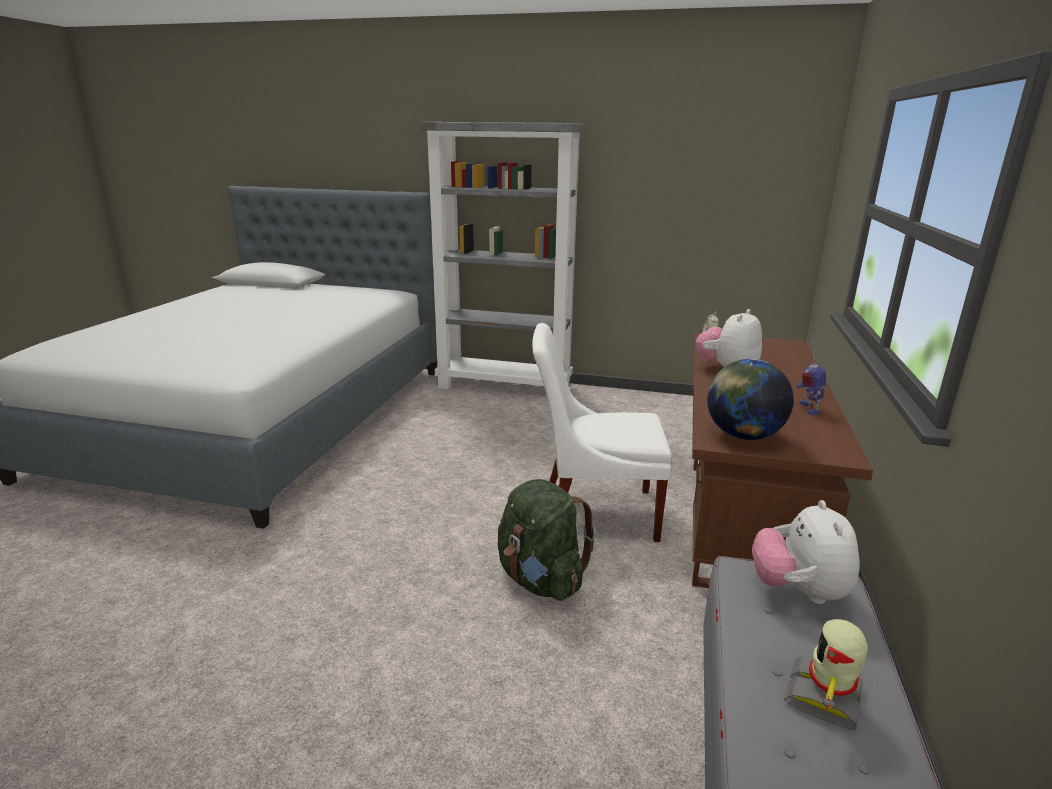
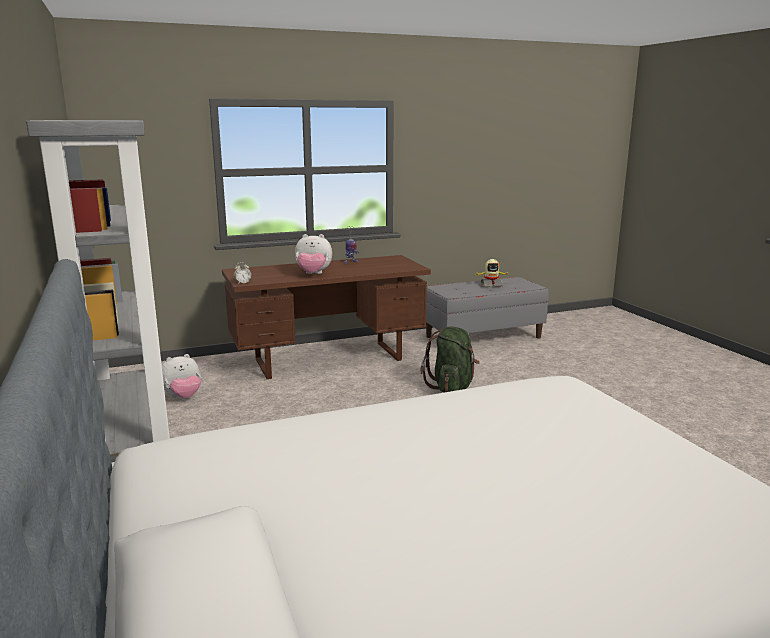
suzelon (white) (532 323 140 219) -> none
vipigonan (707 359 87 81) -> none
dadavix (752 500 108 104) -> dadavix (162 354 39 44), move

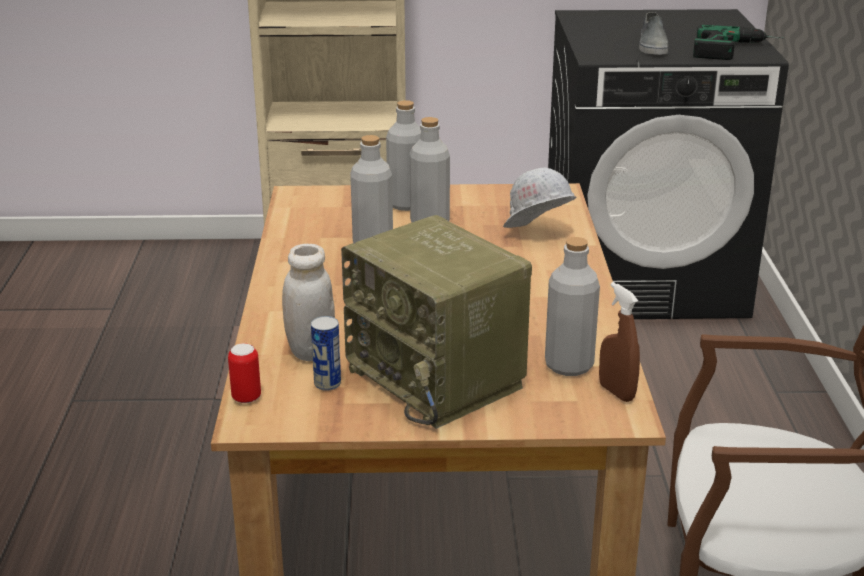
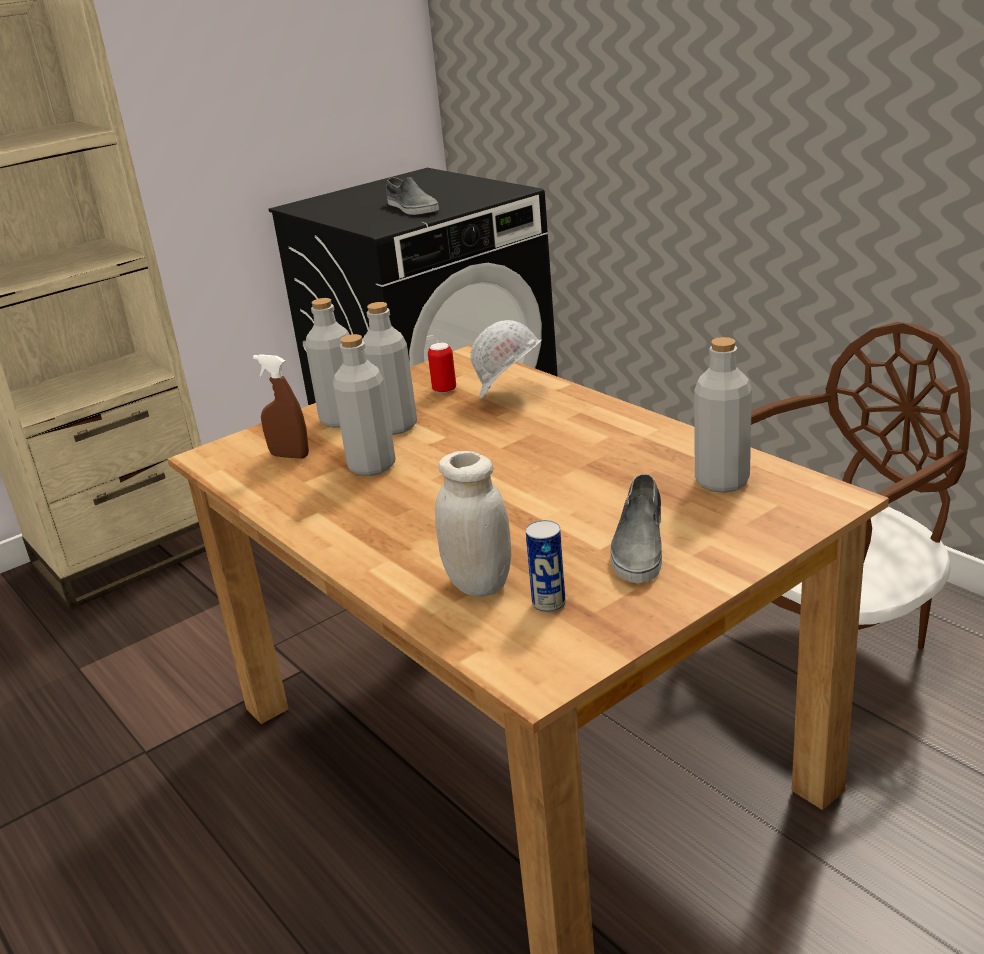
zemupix (693 25 90 35) -> none
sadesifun (228 343 33 60) -> sadesifun (428 343 28 51), move
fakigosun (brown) (599 282 41 120) -> fakigosun (brown) (253 354 56 105), move
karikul (341 215 191 214) -> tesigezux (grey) (610 474 52 109)

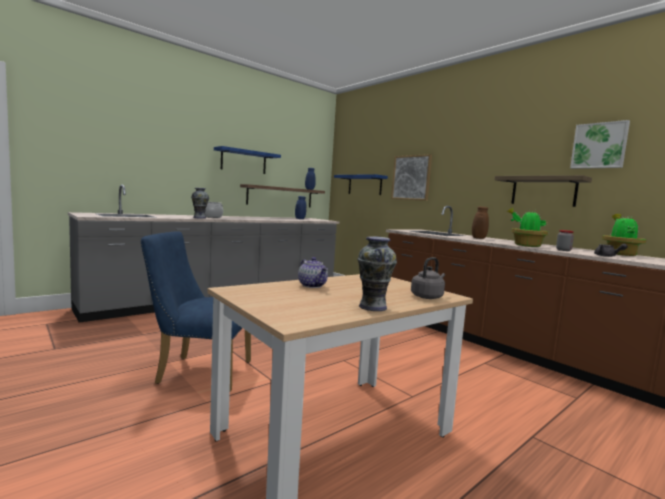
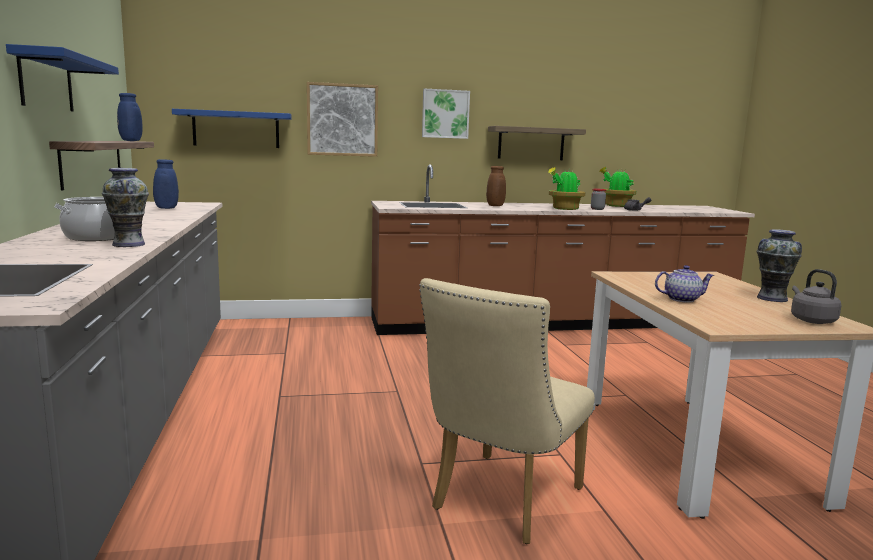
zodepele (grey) (411 257 34 42) -> zodepele (grey) (791 269 50 55), move
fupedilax (570 120 60 49) -> fupedilax (422 89 48 50), move
suzelon (blue) (140 231 111 161) -> suzelon (beige) (419 278 176 266)

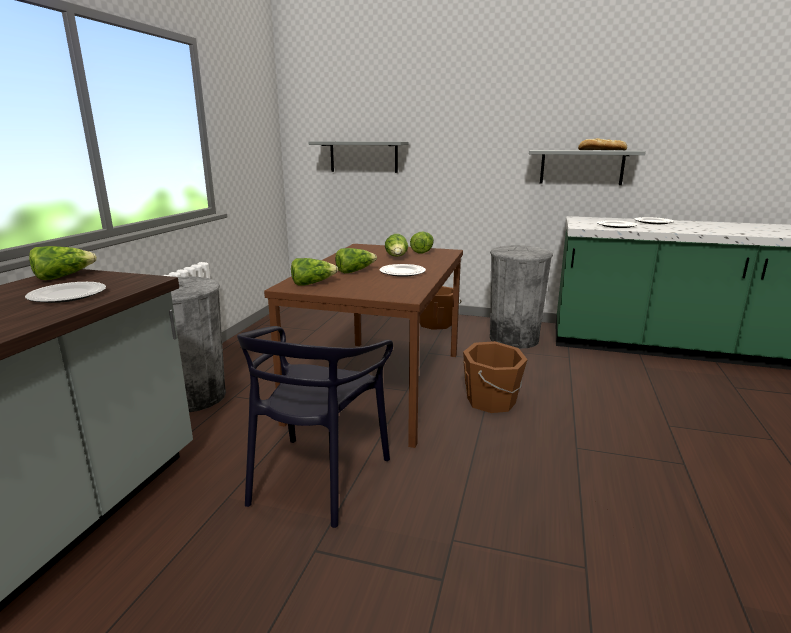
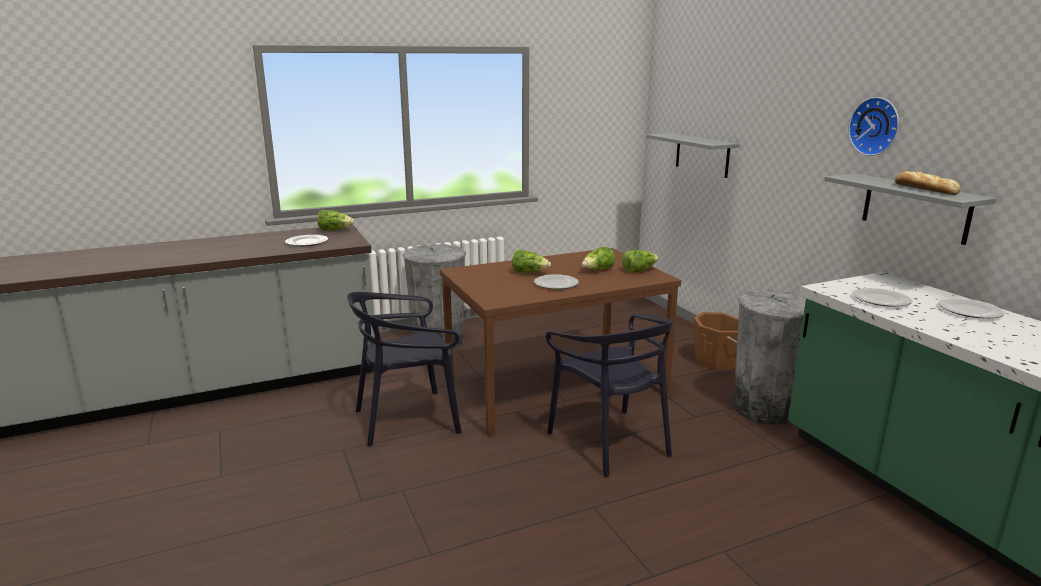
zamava (291 258 47 28) -> none
none -> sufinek (849 97 50 59)
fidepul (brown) (463 341 65 72) -> suzelon (black) (546 314 127 163)

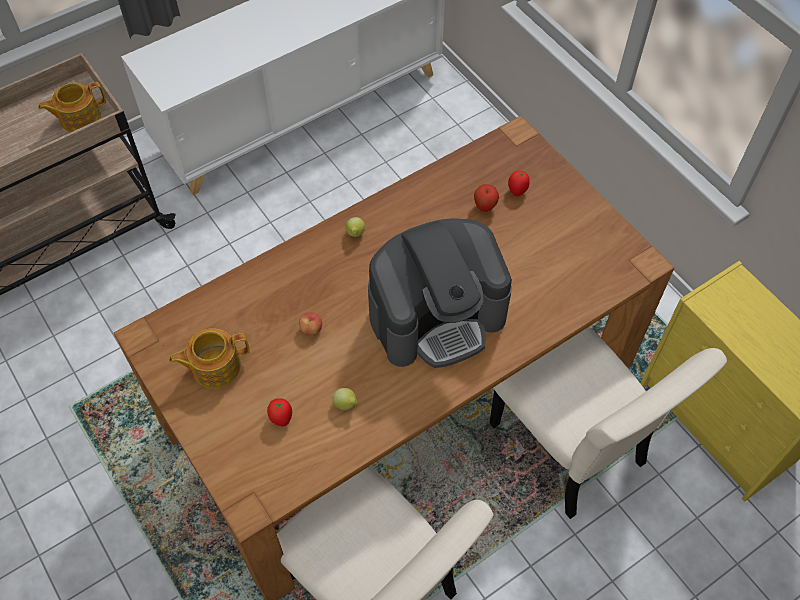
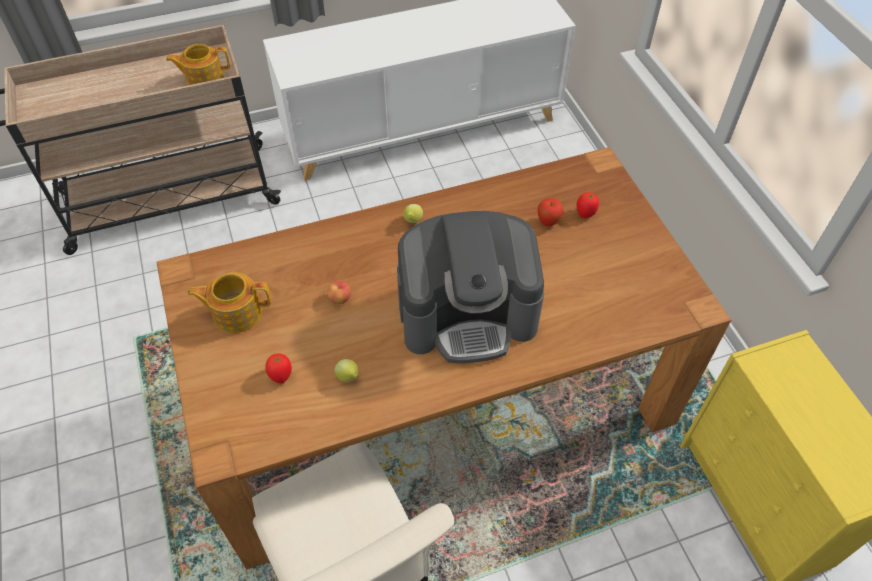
suzelon (beige) (489 327 238 192) -> none

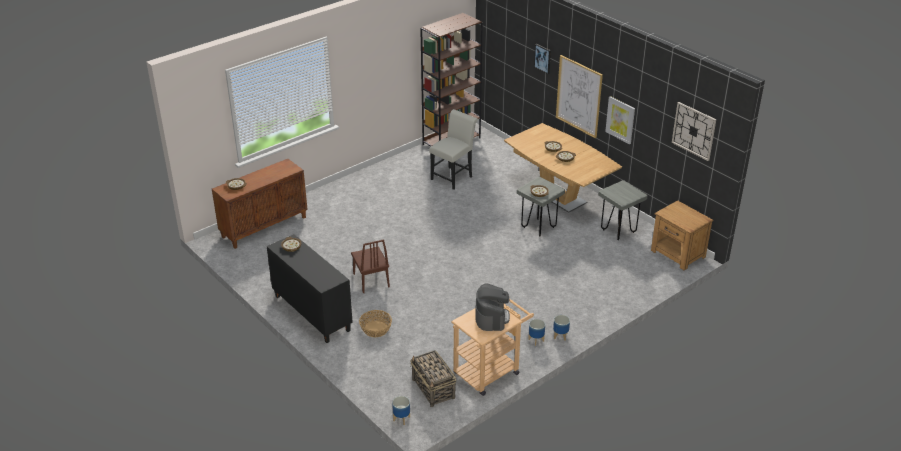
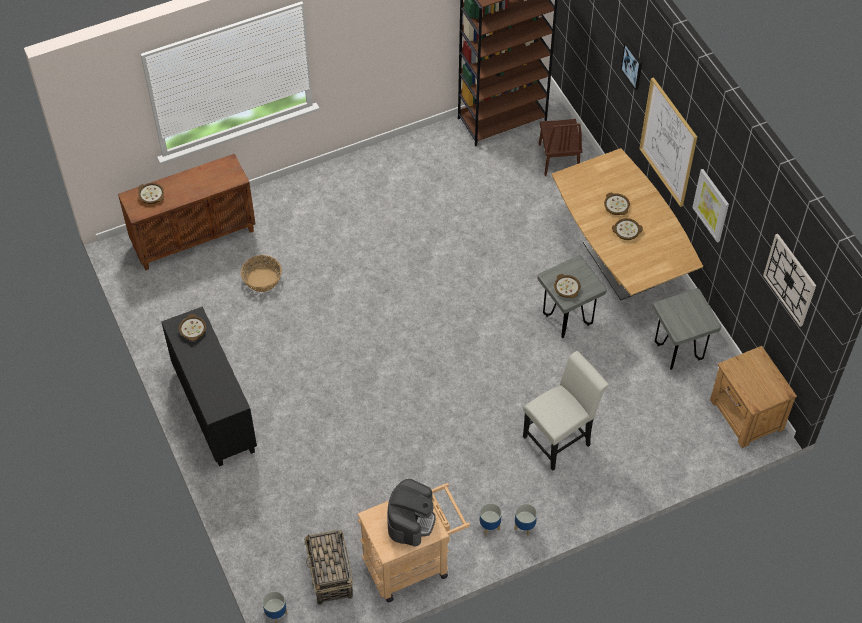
suzelon (brown) (351 239 39 54) -> suzelon (brown) (539 119 43 57), move
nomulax (359 310 33 27) -> nomulax (241 255 41 37), move
suzelon (white) (429 109 49 81) -> suzelon (white) (523 351 86 120), move

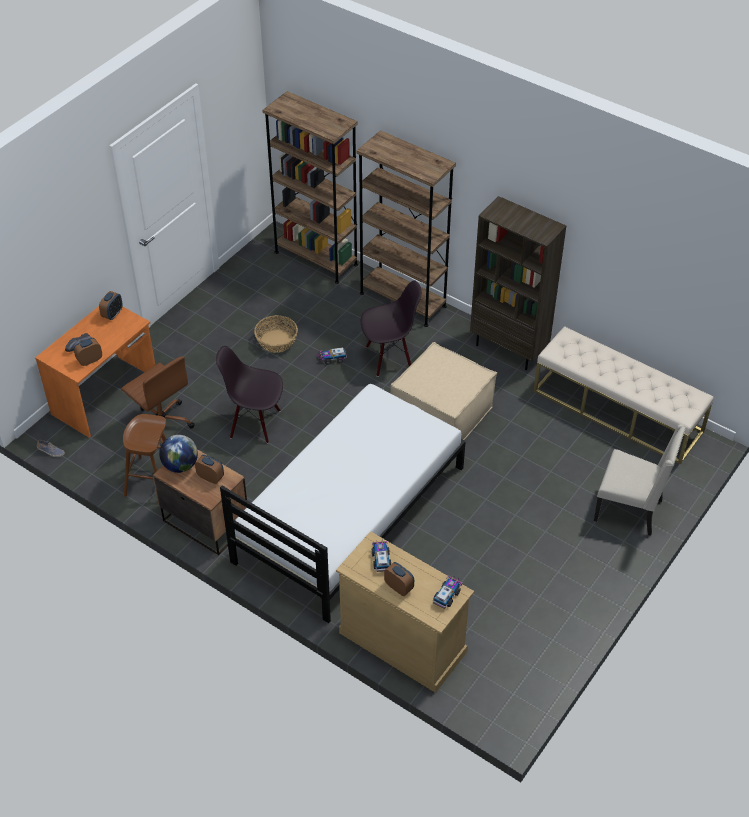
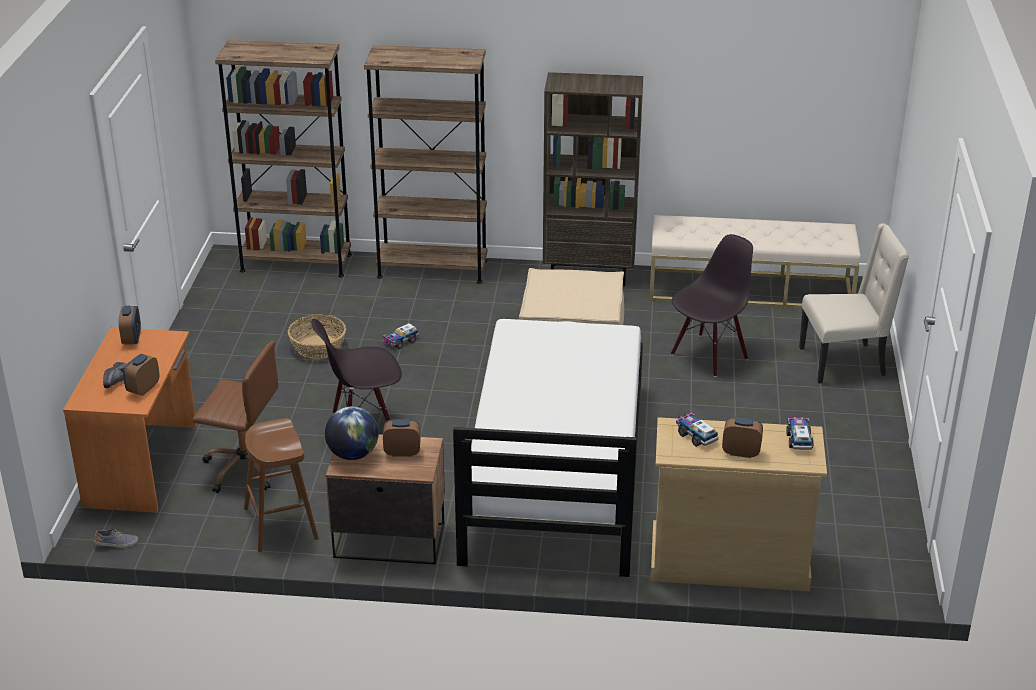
suzelon (black) (361 280 61 97) -> suzelon (black) (671 234 82 143), move

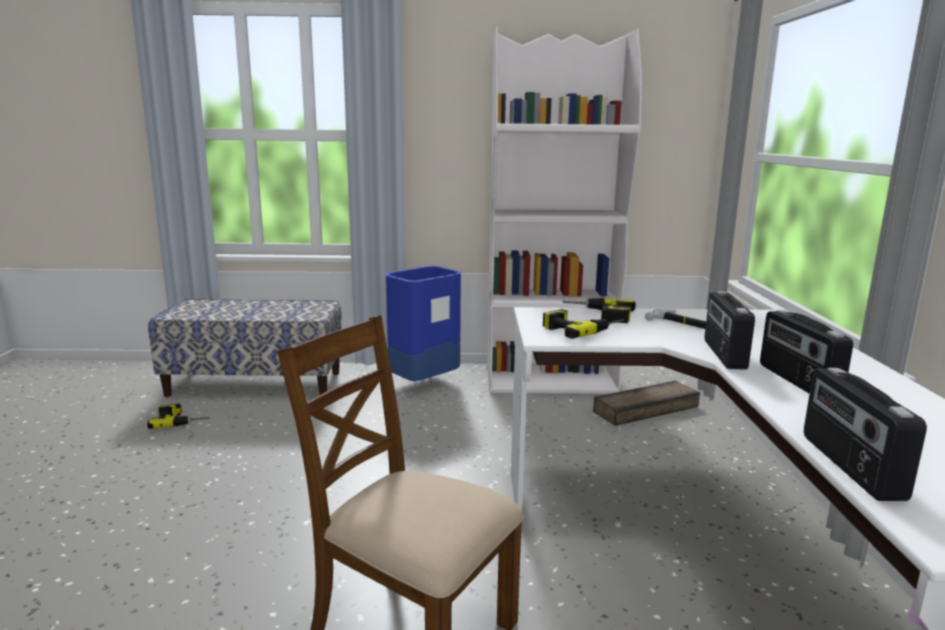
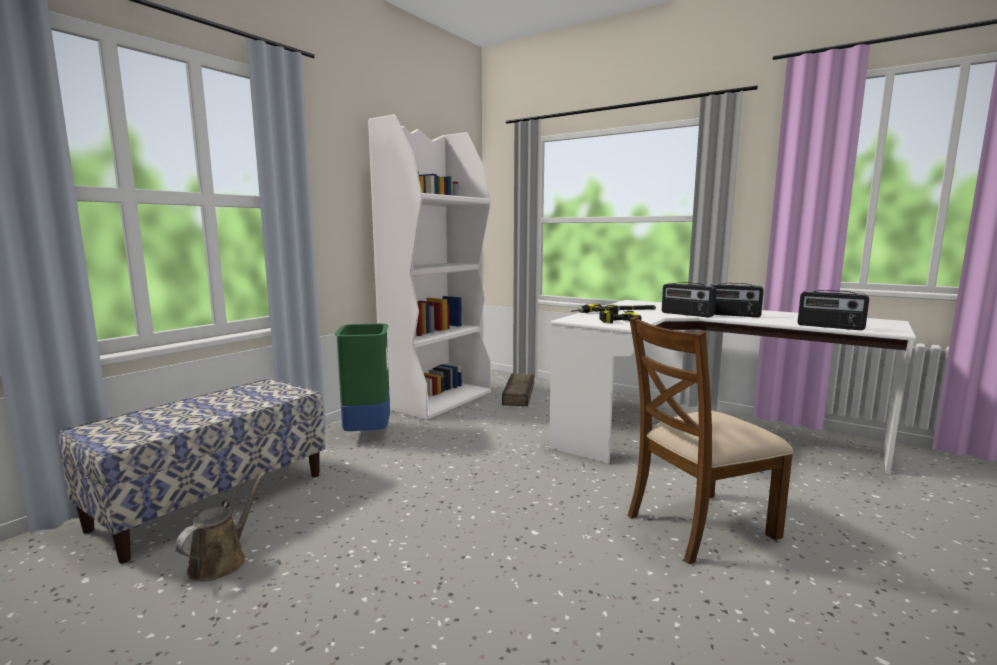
zemupix (147 403 63 26) -> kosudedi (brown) (176 472 90 109)
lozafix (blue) (384 266 79 115) -> lozafix (green) (334 323 56 108)

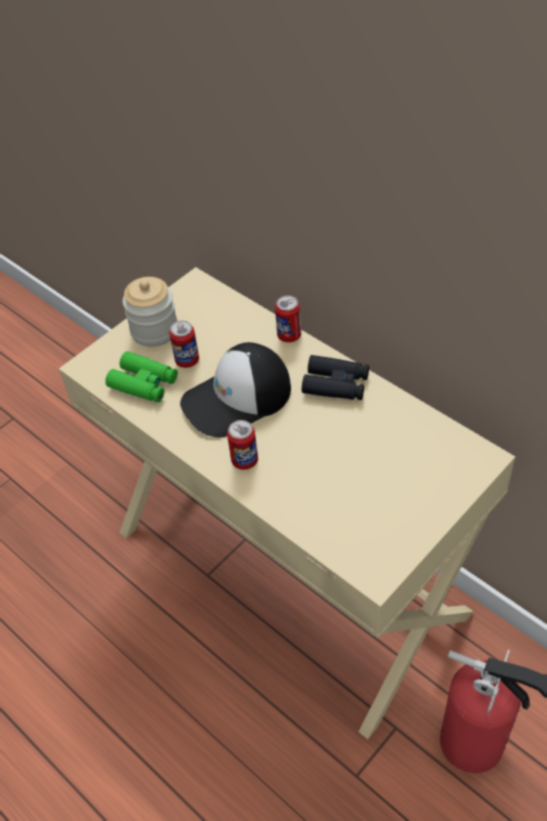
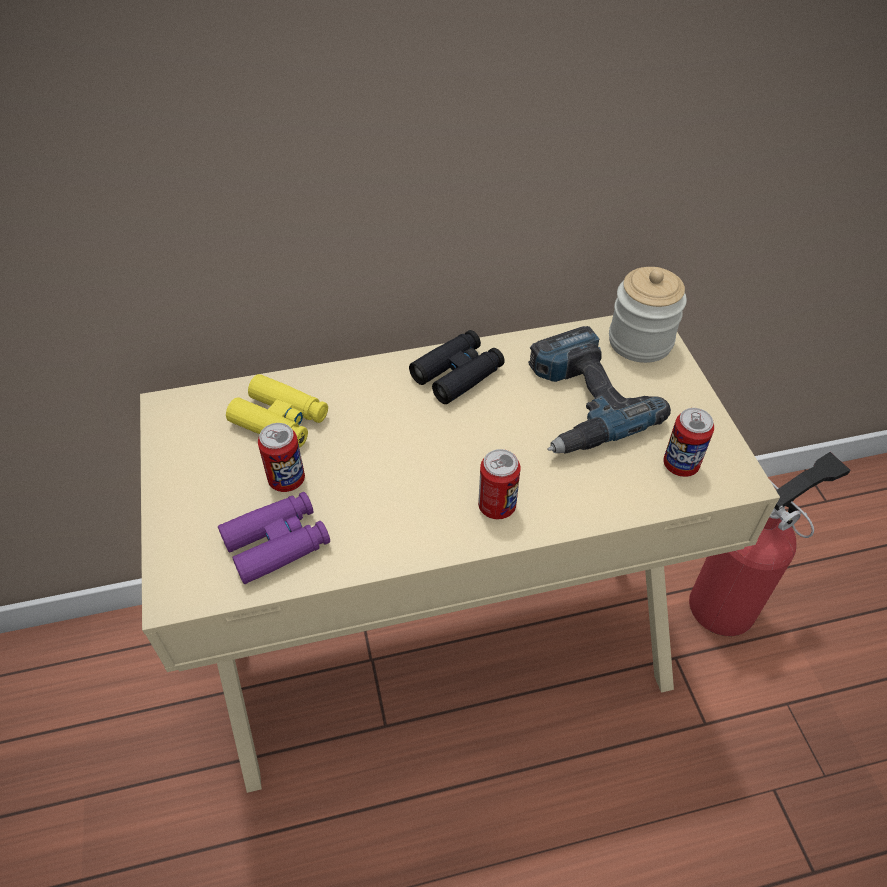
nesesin (180 342 111 96) -> none
none -> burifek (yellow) (226 374 102 74)
none -> zemupix (528 326 143 127)
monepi (123 277 55 70) -> monepi (609 267 78 96), move
sadesifun (275 295 26 47) -> sadesifun (663 408 51 69), move
burifek (green) (105 351 73 51) -> burifek (purple) (218 492 112 92)

